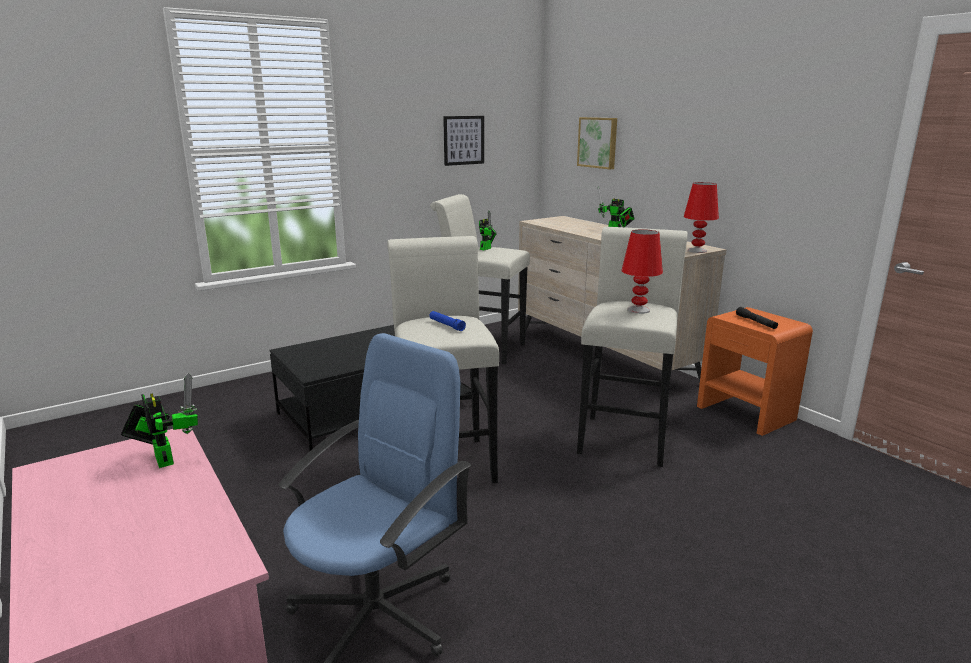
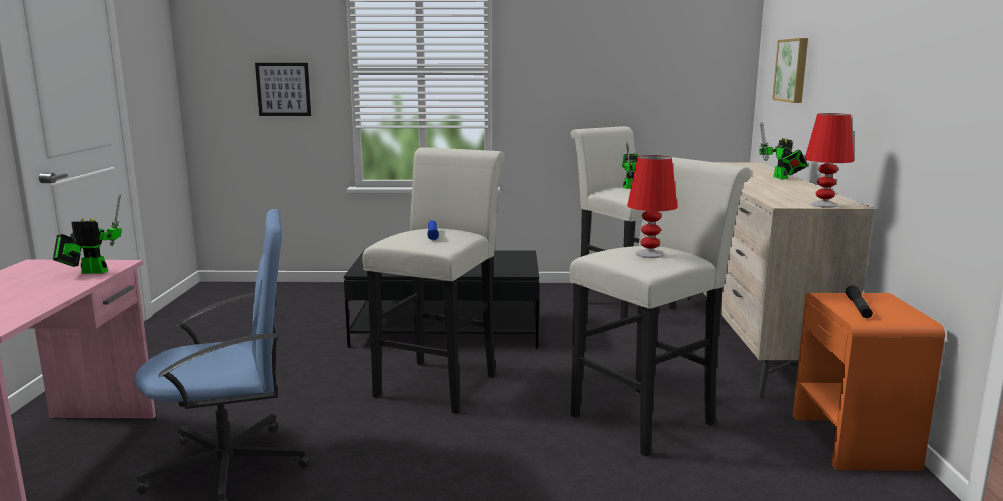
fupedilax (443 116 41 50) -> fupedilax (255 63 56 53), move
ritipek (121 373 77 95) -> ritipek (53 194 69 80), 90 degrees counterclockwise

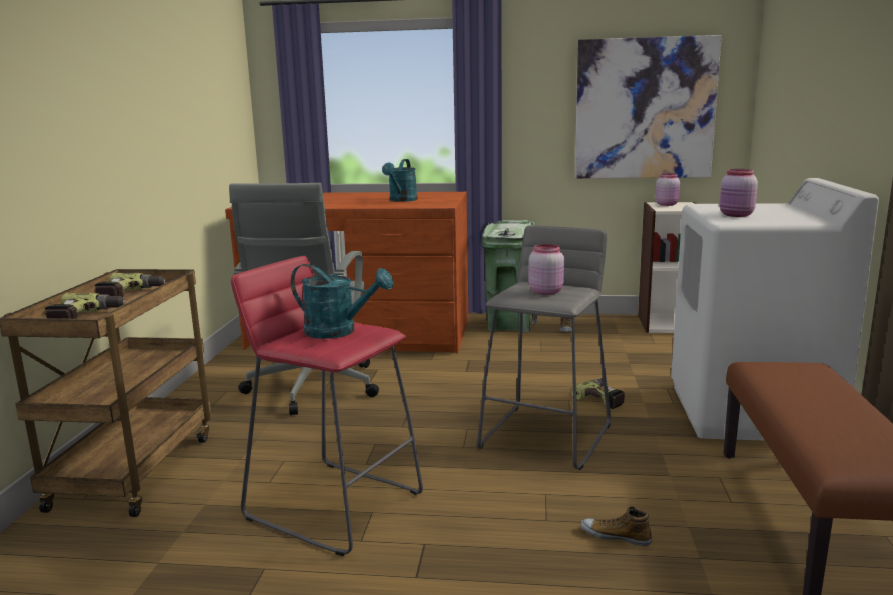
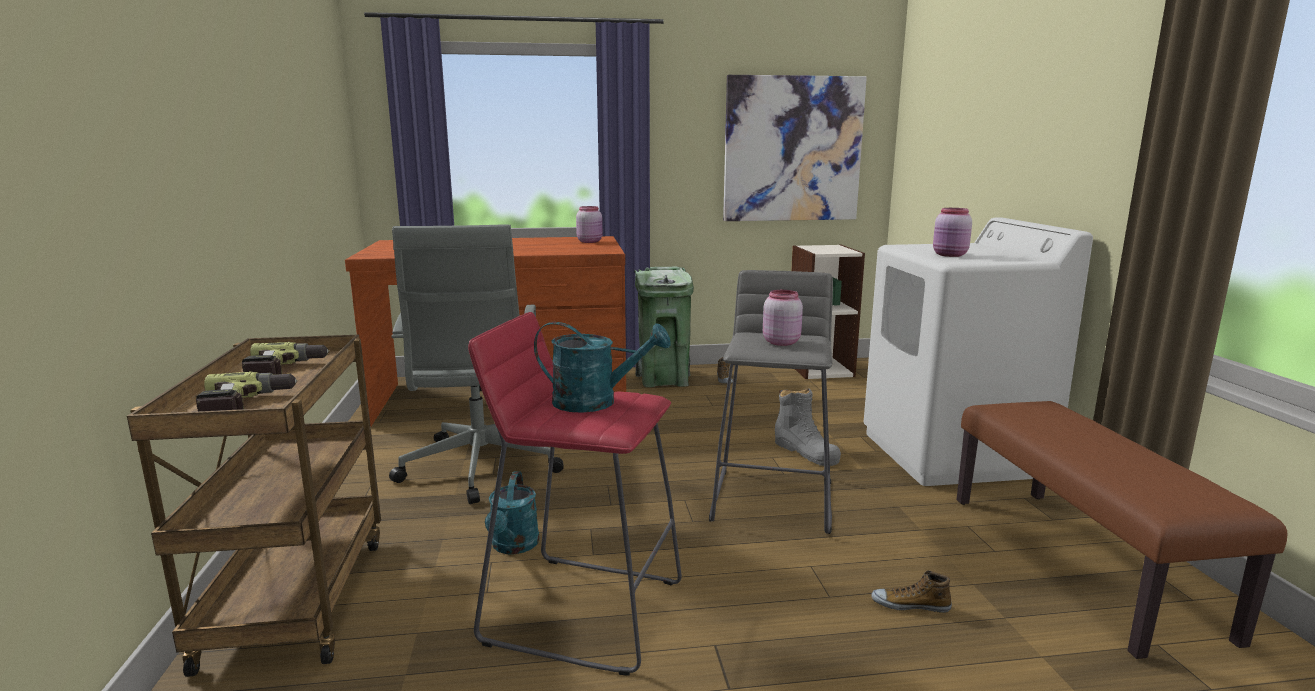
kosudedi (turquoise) (382 159 36 43) -> kosudedi (turquoise) (485 471 54 83), move
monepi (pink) (656 173 24 33) -> monepi (pink) (576 206 27 37), move
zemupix (571 378 54 31) -> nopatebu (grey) (775 388 66 78)

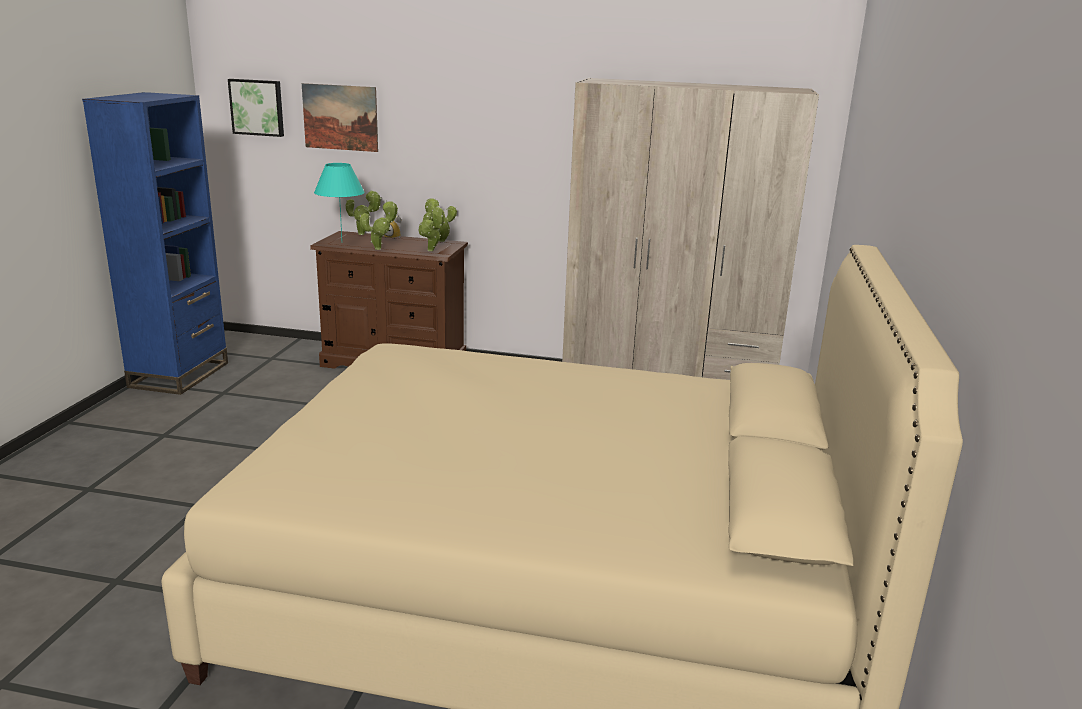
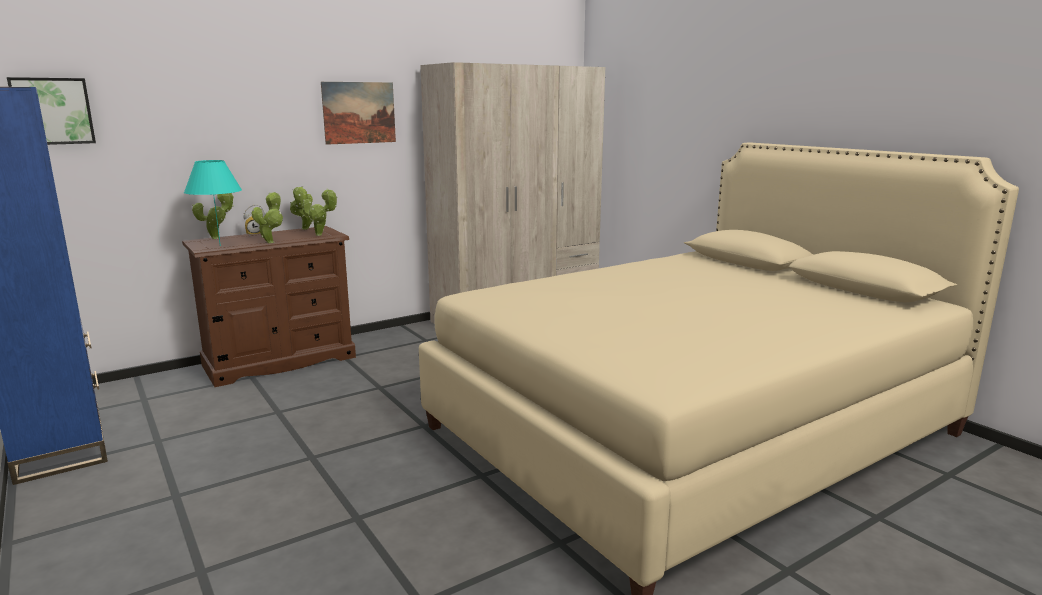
fupedilax (302 83 76 69) -> fupedilax (321 82 75 63), move

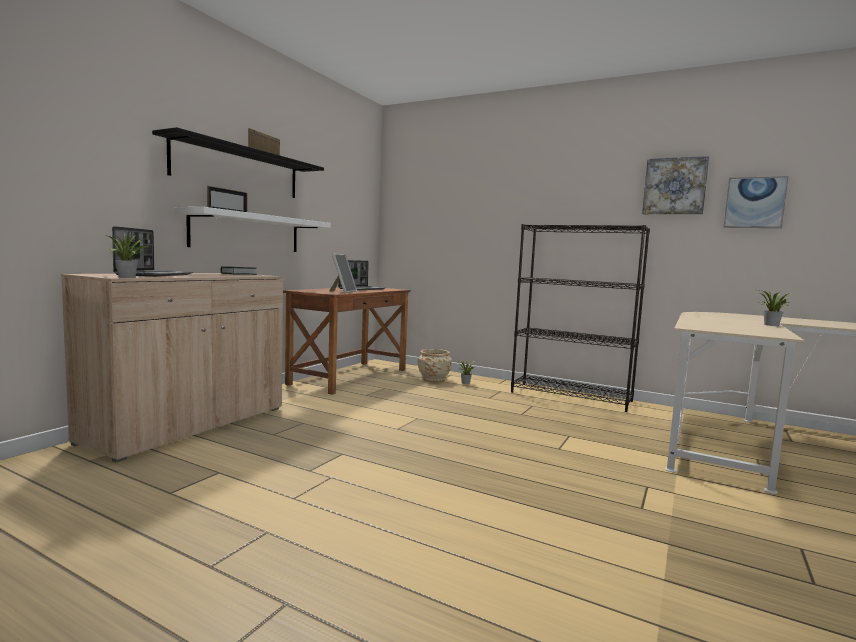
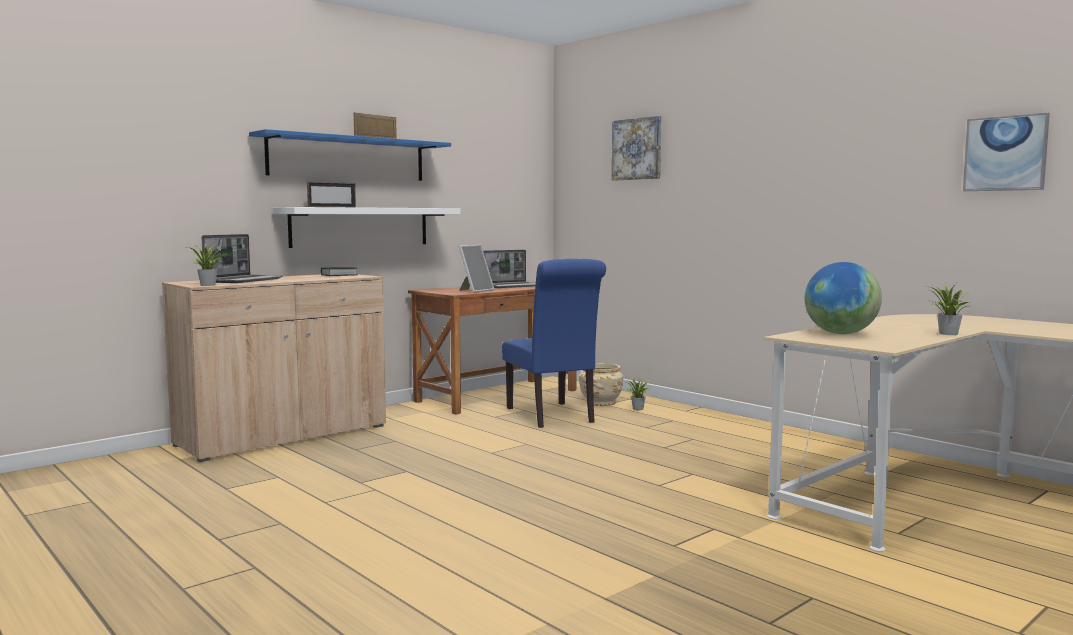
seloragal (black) (511 224 139 188) -> none
none -> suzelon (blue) (502 259 104 169)
none -> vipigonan (805 262 77 72)
fupedilax (642 156 67 58) -> fupedilax (612 116 49 65), move
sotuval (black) (152 127 172 71) -> sotuval (blue) (249 129 202 52)

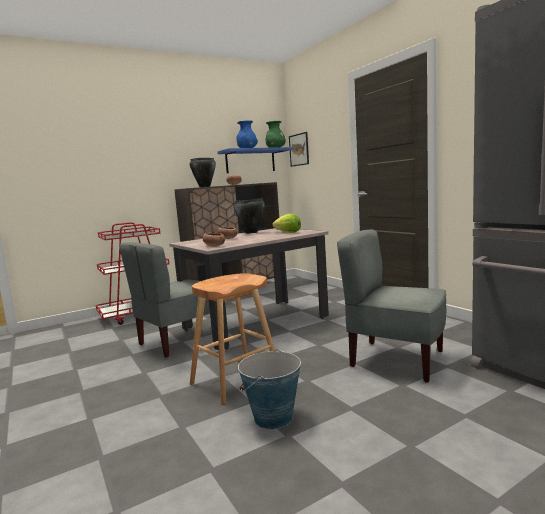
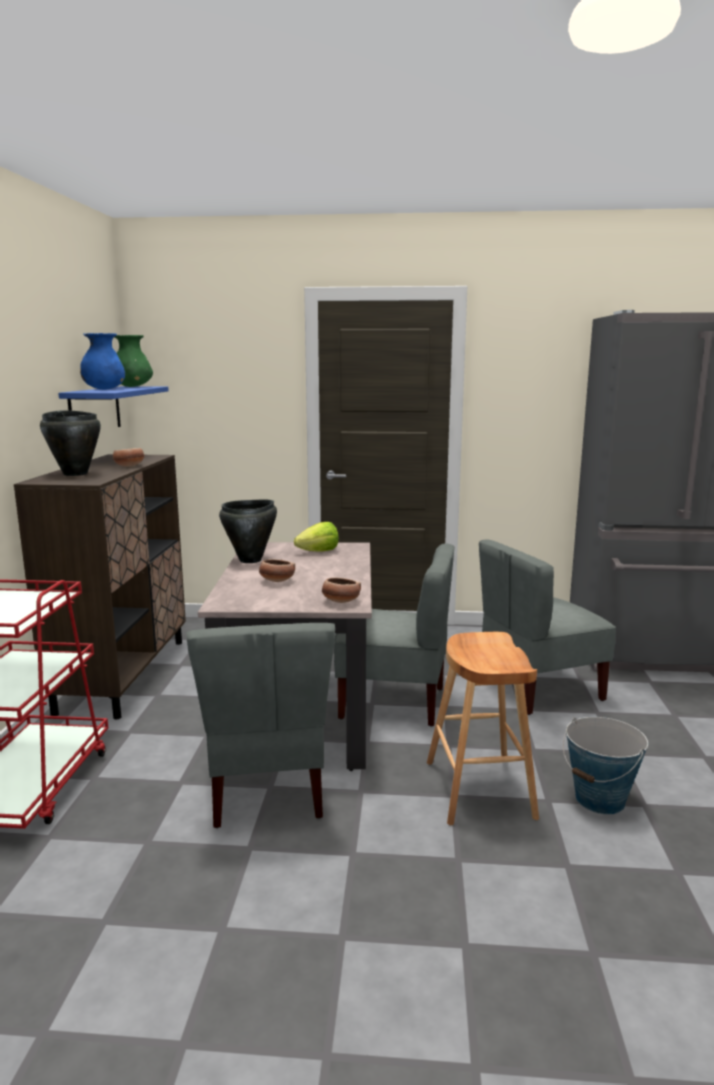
fupedilax (289 132 20 35) -> none
none -> suzelon (grey) (334 543 120 184)

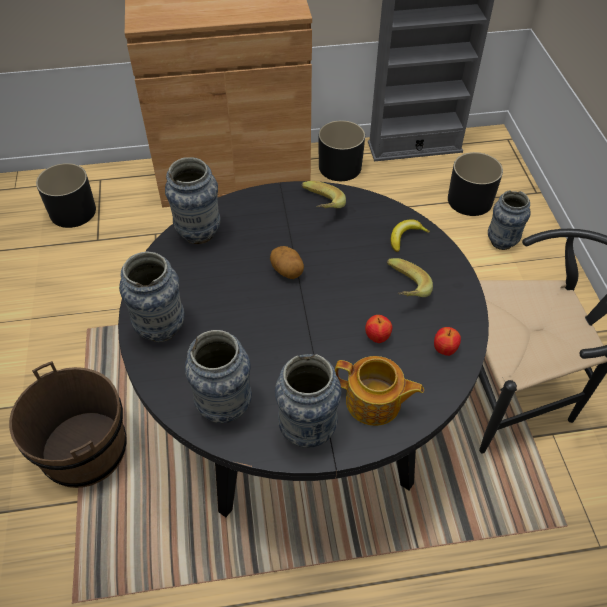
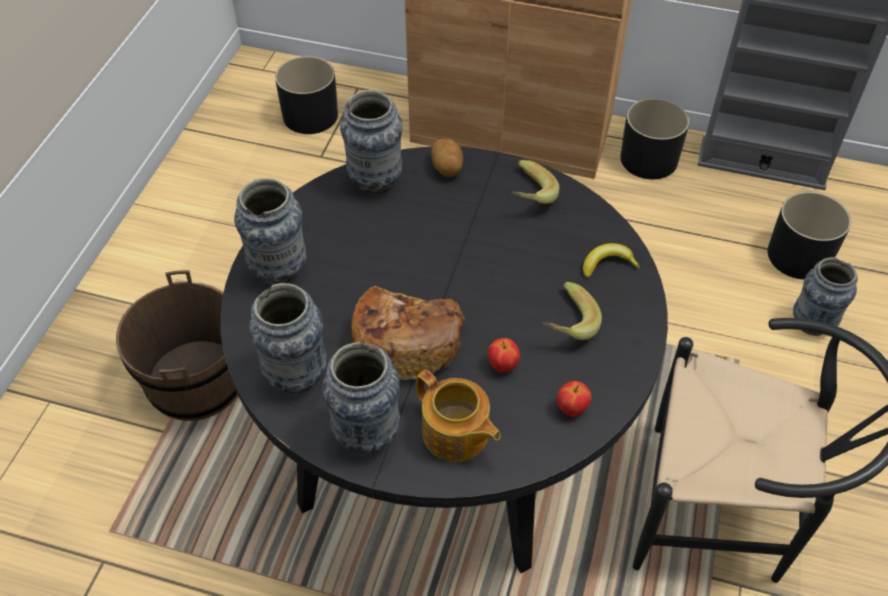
none -> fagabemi (351 286 114 94)
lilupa (270 246 34 33) -> lilupa (431 139 32 38), move

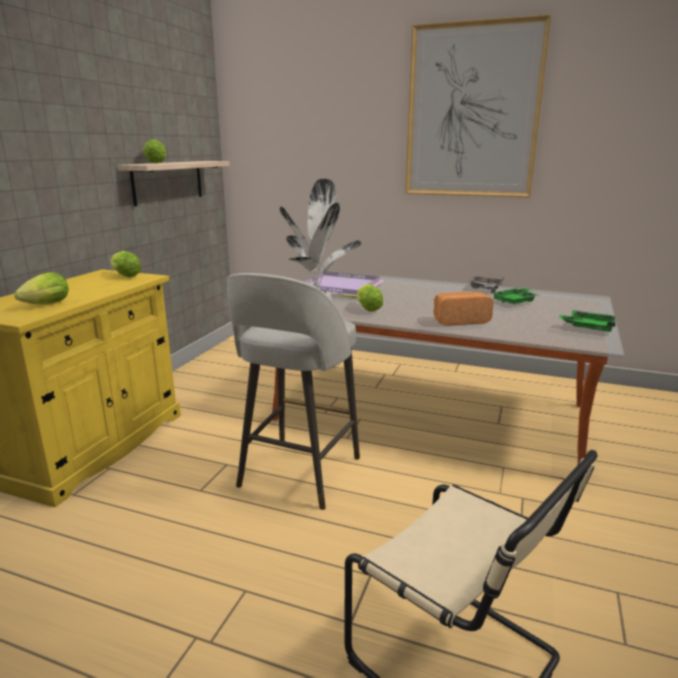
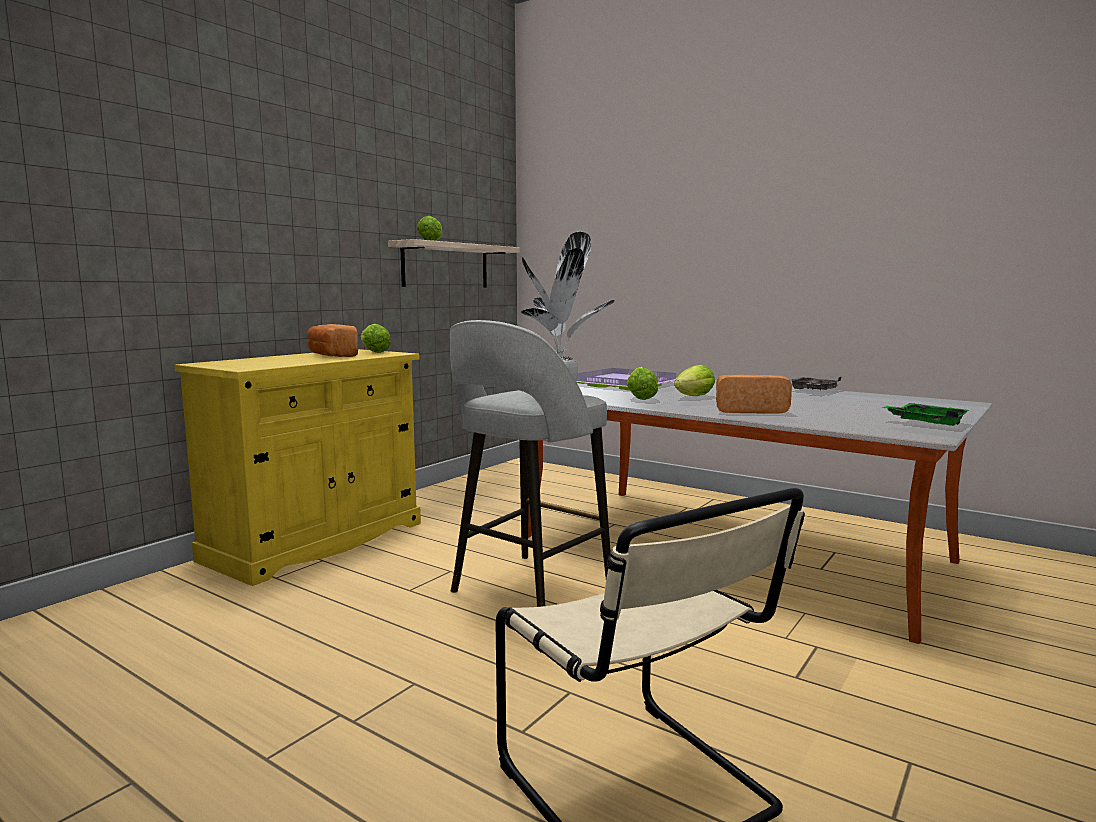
fupedilax (405 14 147 183) -> none
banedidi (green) (491 288 47 16) -> none
none -> fagabemi (307 324 51 33)
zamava (14 272 55 32) -> zamava (674 365 41 31), move

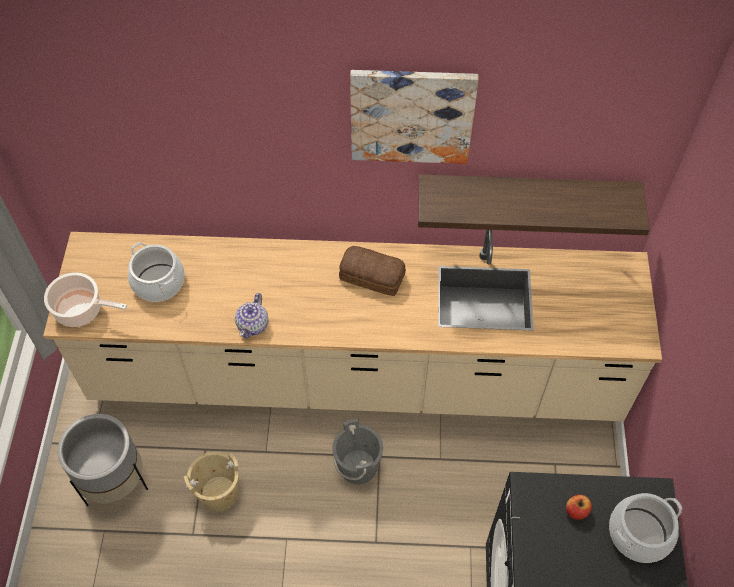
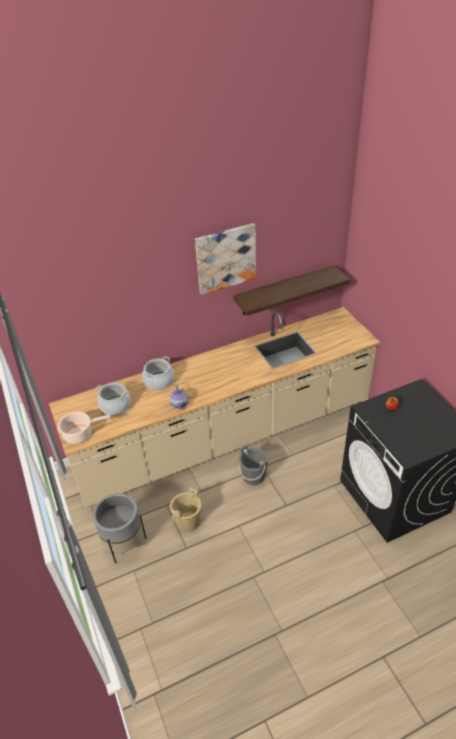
fagabemi (339 246 67 50) -> none
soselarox (609 493 73 70) -> soselarox (143 356 31 34), move

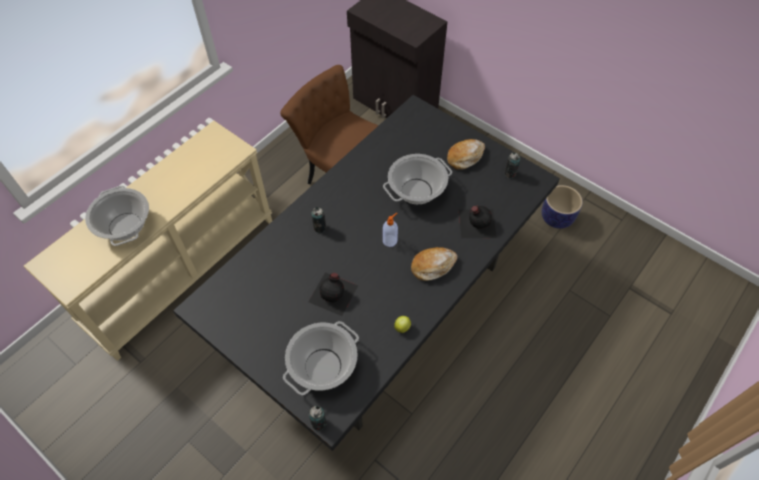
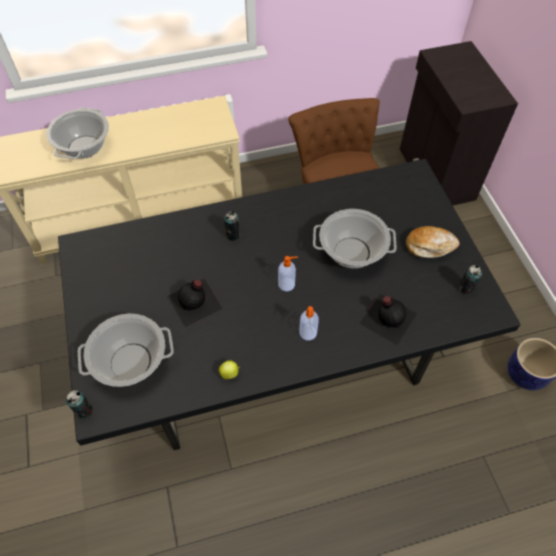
fagabemi (411 247 46 34) -> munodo (299 306 20 35)

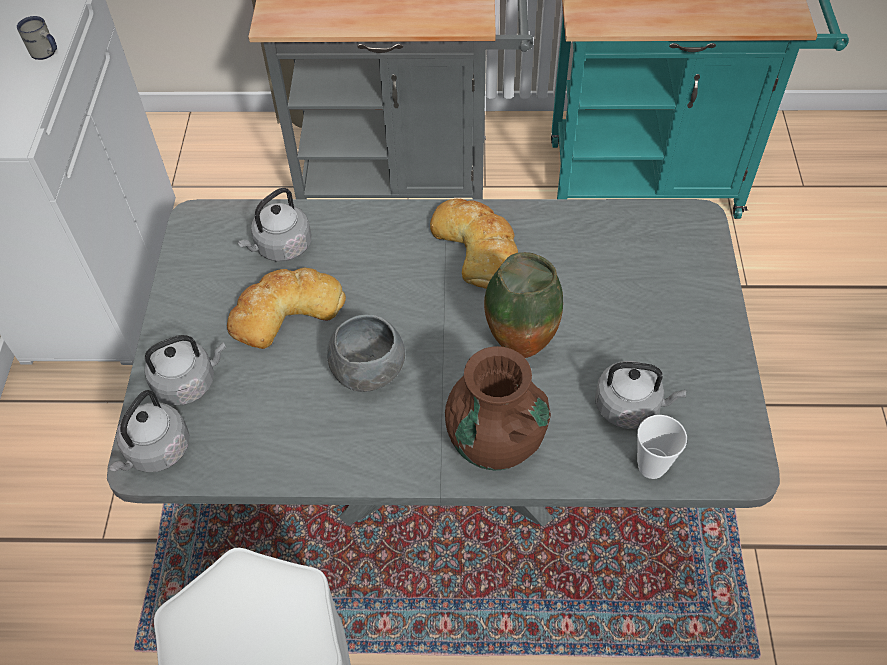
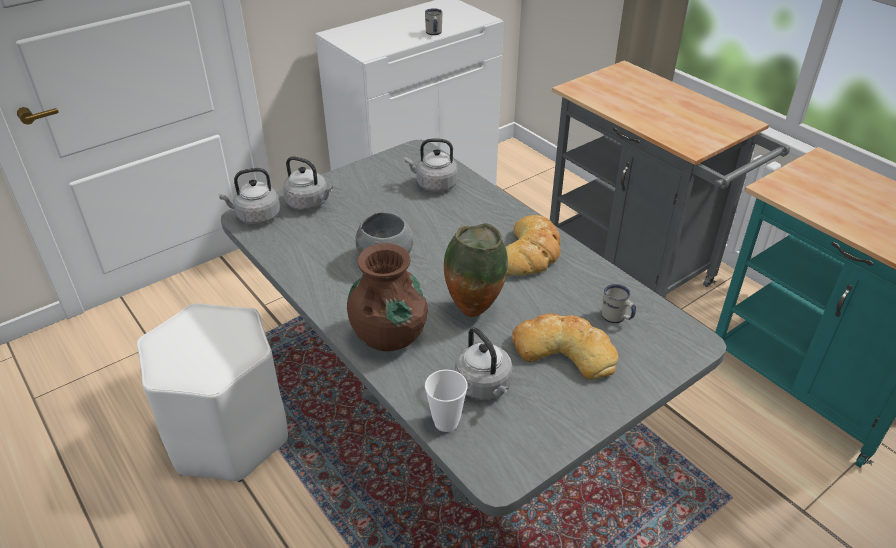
none -> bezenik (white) (602 284 34 39)
fagabemi (227 268 119 81) -> fagabemi (512 313 106 67), move

